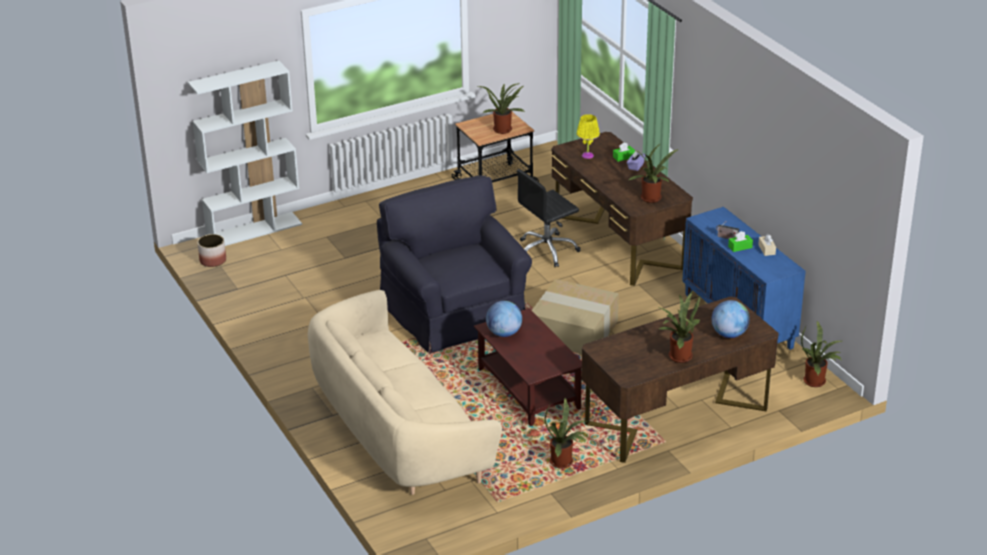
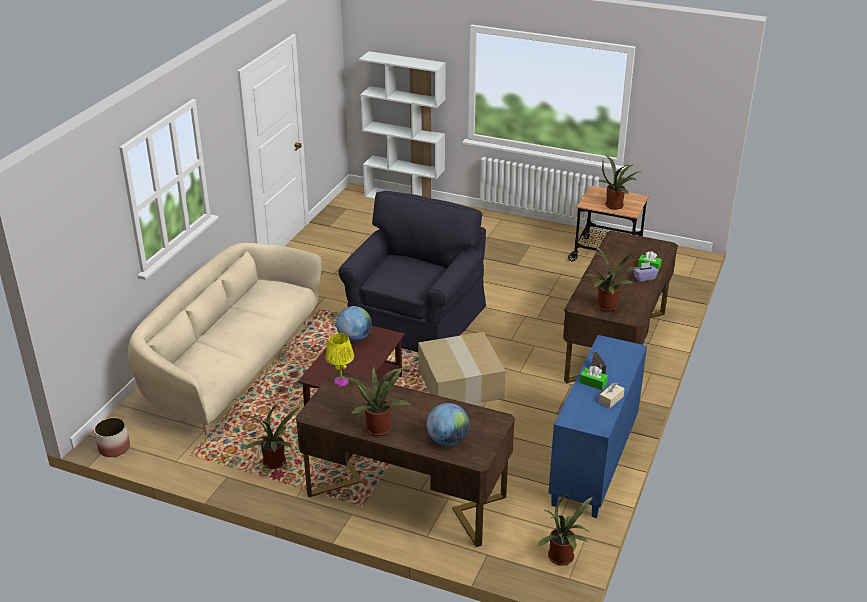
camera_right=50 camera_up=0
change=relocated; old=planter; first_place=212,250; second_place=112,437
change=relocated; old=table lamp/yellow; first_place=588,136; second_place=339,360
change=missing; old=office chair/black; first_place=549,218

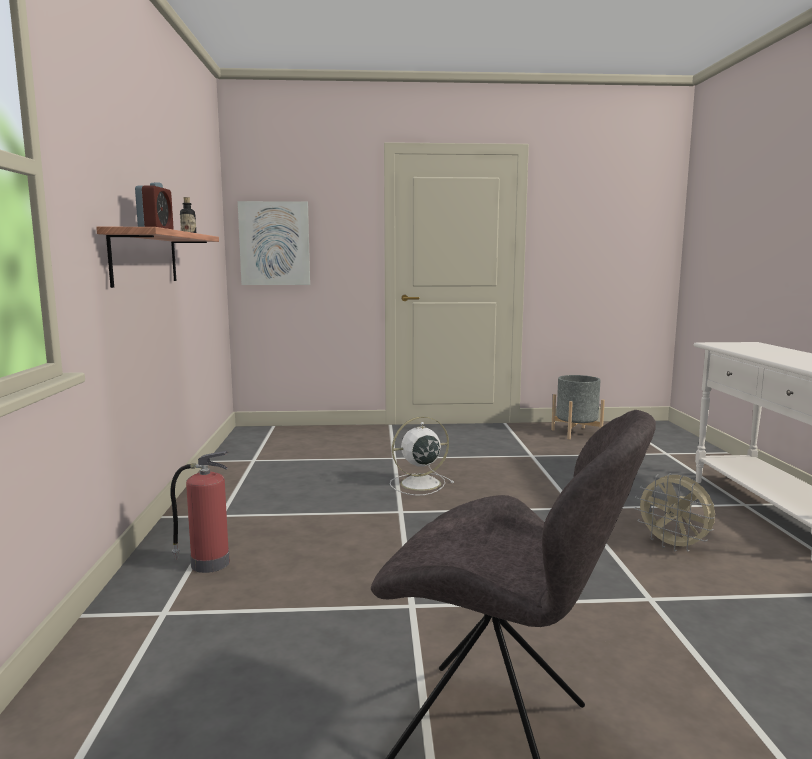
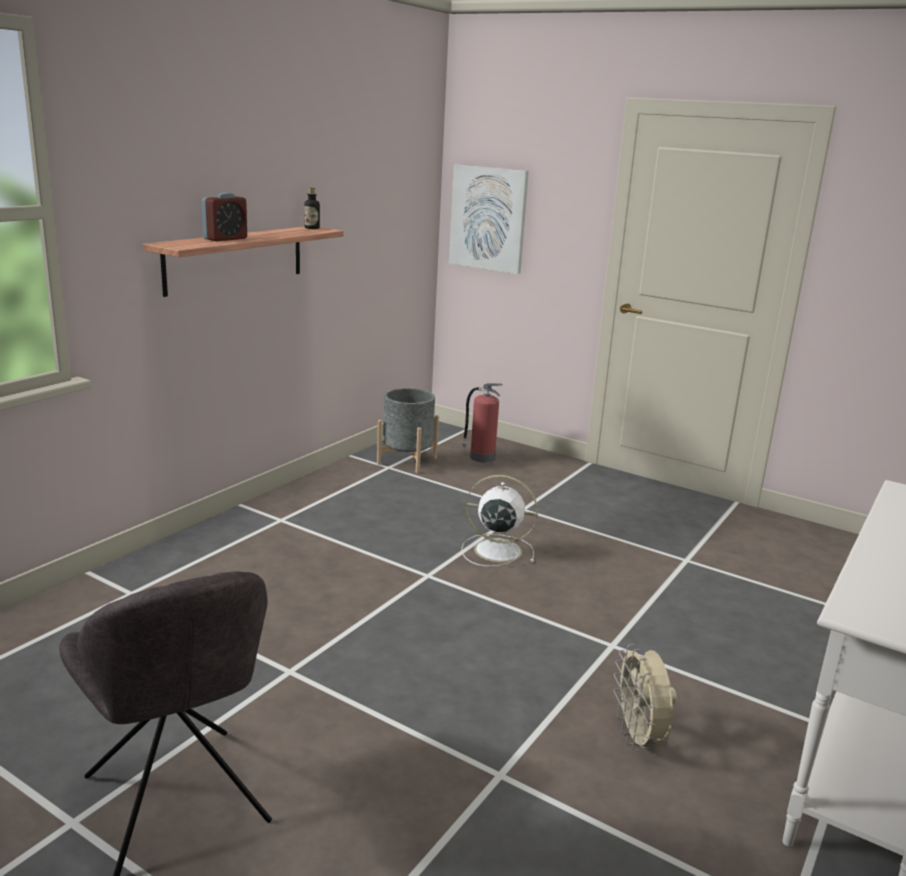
camera_right=35 camera_up=10
change=relocated; old=planter/grey; first_place=578,407; second_place=408,430
change=relocated; old=fire extinguisher; first_place=200,512; second_place=482,422

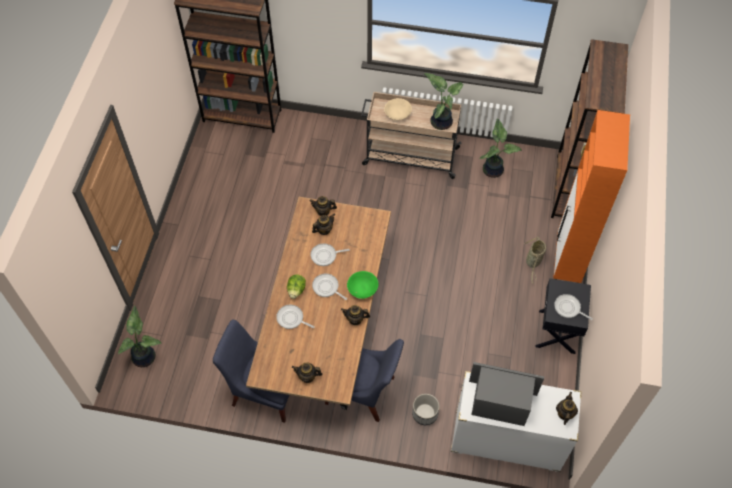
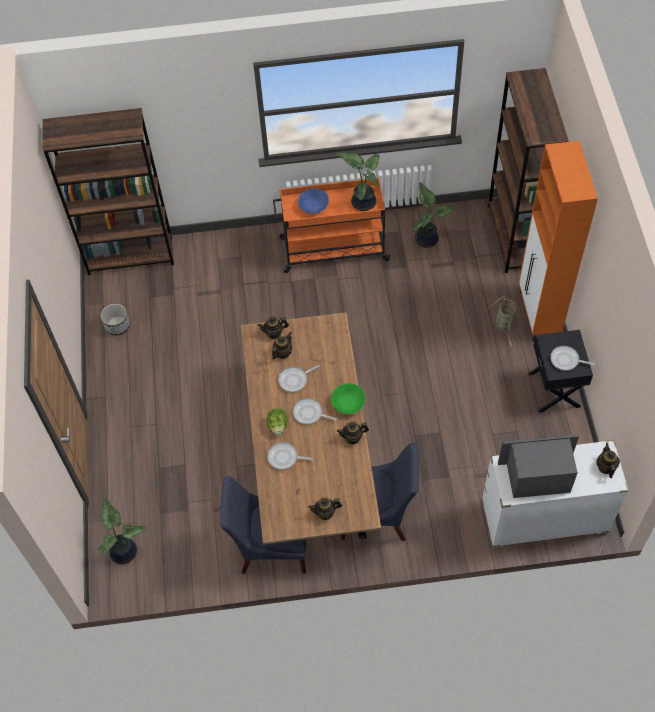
camera_right=-15 camera_up=0
change=relocated; old=planter; first_place=425,409; second_place=115,320
change=colour; old=cart/beige; new=cart/orange; first_place=411,135; second_place=332,225
change=colour; old=bowl/beige; new=bowl/blue; first_place=398,109; second_place=313,201

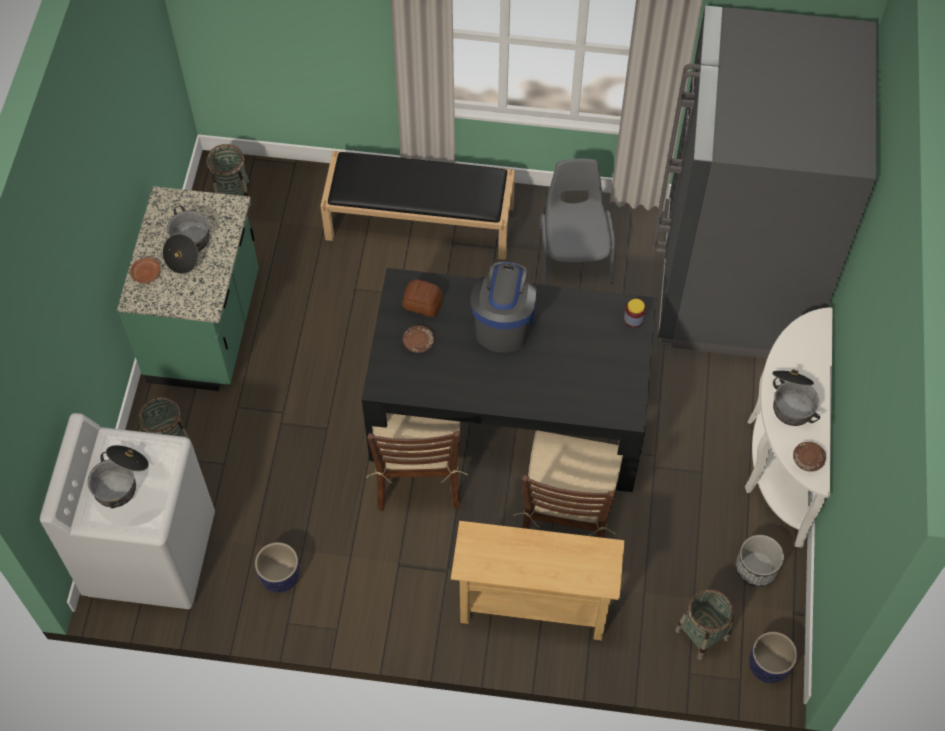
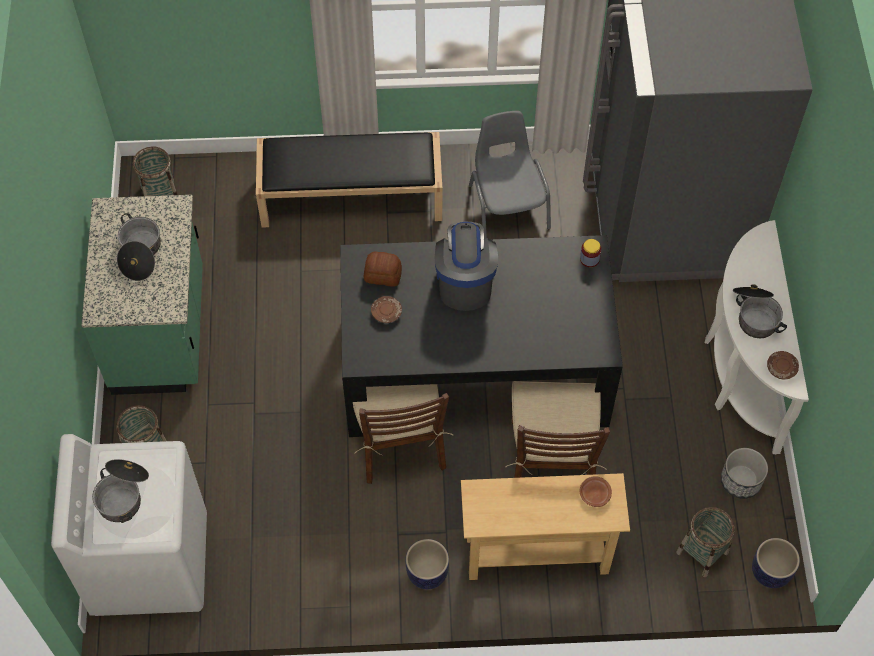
camera_right=-10 camera_up=0
change=relocated; old=planter; first_place=277,567; second_place=427,564
change=relocated; old=plate/brown; first_place=145,270; second_place=596,491

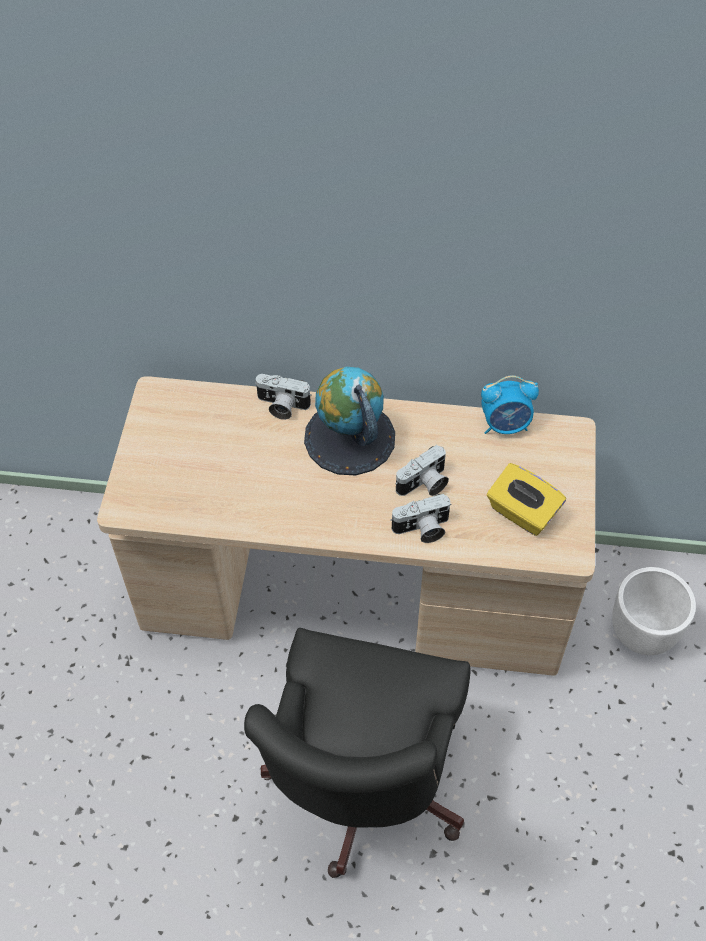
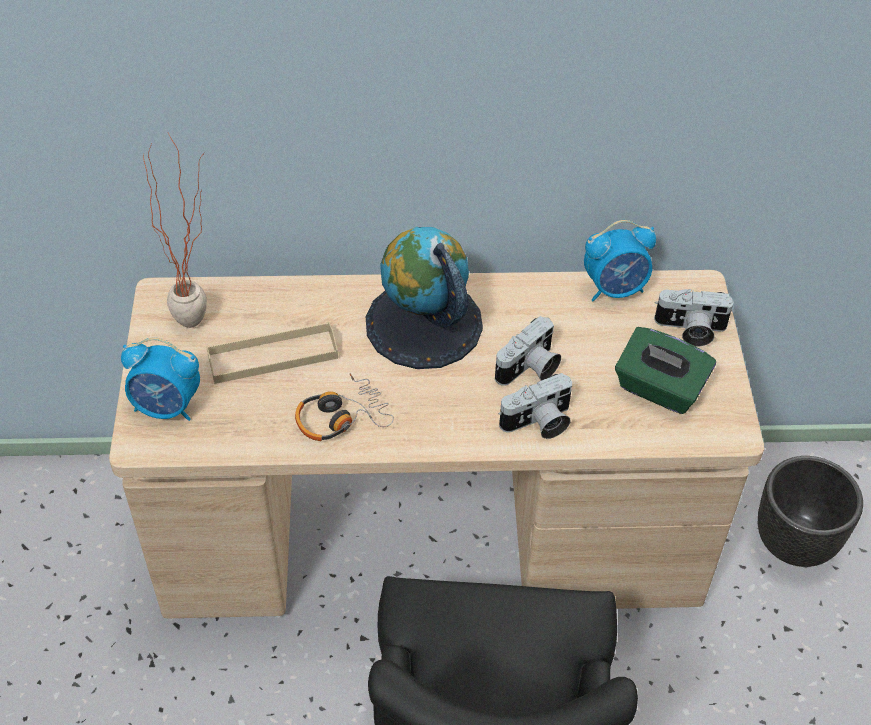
camera_right=-10 camera_up=-5
change=appeared; new=alarm clock; second_place=160,379
change=appeared; new=potted plant; second_place=175,230
change=appeared; new=tray/beige; second_place=272,353
change=appeared; new=headphones; second_place=344,407
change=colour; old=tissue box/yellow; new=tissue box/green; first_place=526,499; second_place=665,370
change=relocated; old=photo camera; first_place=283,397; second_place=694,317
change=colour; old=planter/white; new=planter/black; first_place=654,611; second_place=810,511

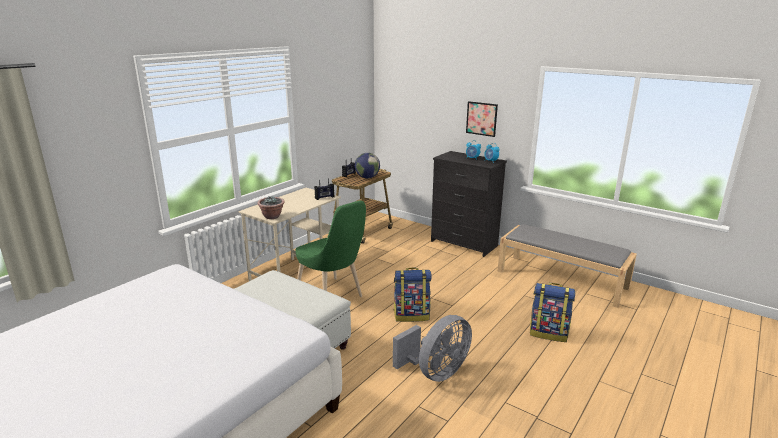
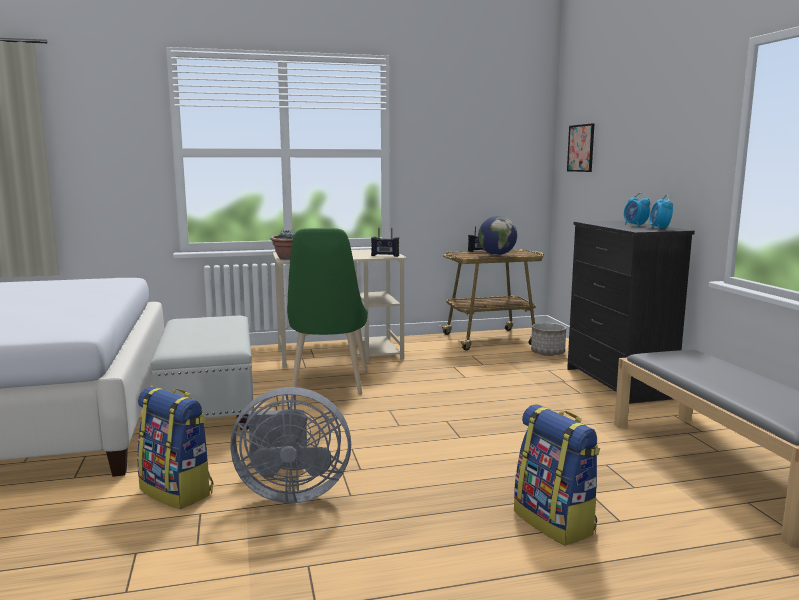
camera_right=40 camera_up=-10
change=relocated; old=backpack; first_place=413,295; second_place=175,448
change=appeared; new=planter; second_place=548,339
change=relocated; old=picture; first_place=482,119; second_place=581,147

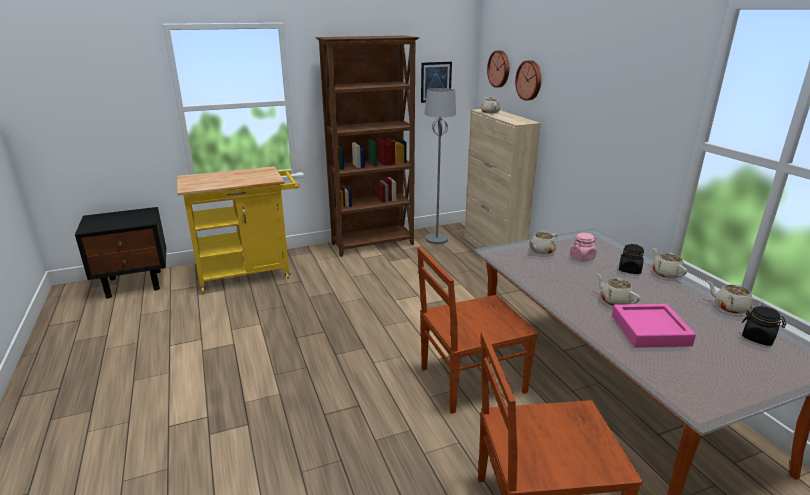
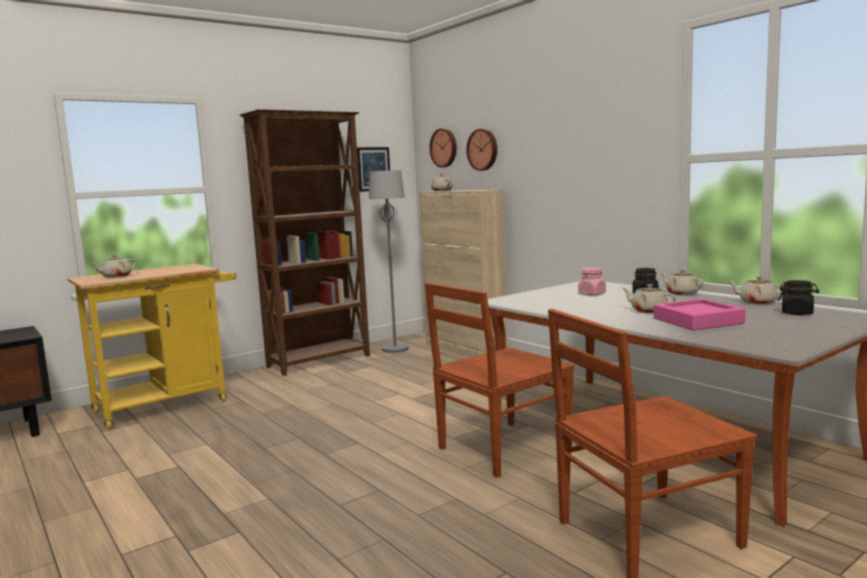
camera_right=-15 camera_up=-15
change=relocated; old=teapot/beige; first_place=543,243; second_place=113,266

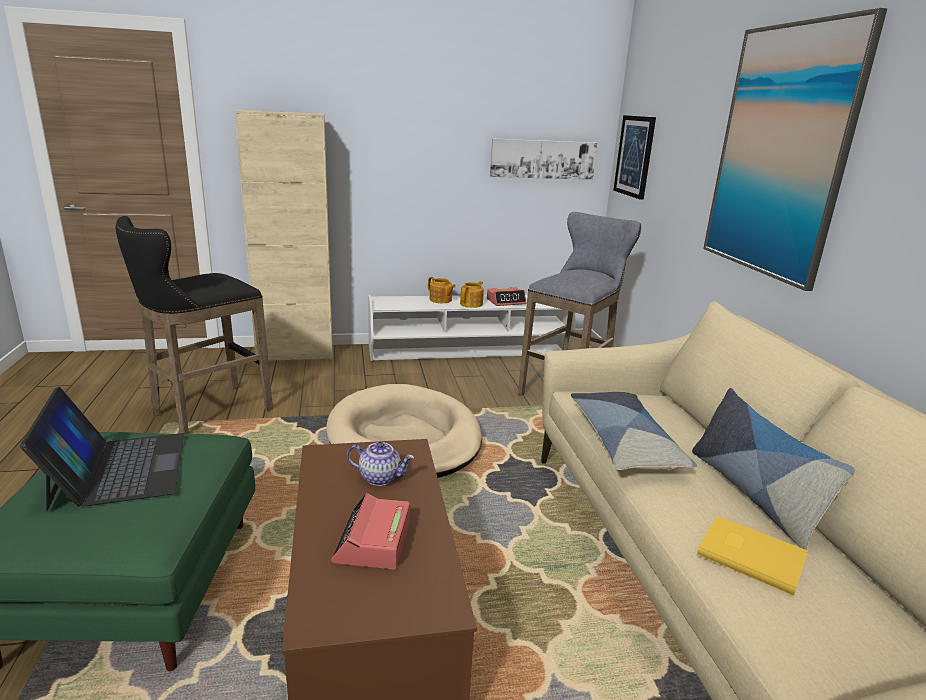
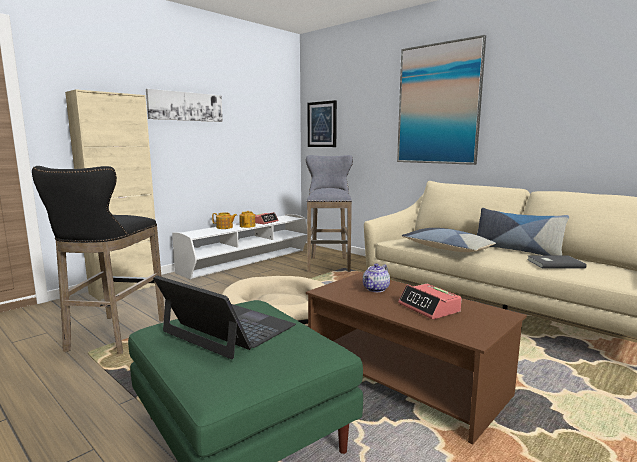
camera_right=-35 camera_up=-10
change=relocated; old=picture; first_place=543,159; second_place=184,105
change=spun; old=teapot; first_place=380,464; second_place=376,277; degrees=150
change=colour; old=book/yellow; new=book/grey; first_place=752,556; second_place=557,261

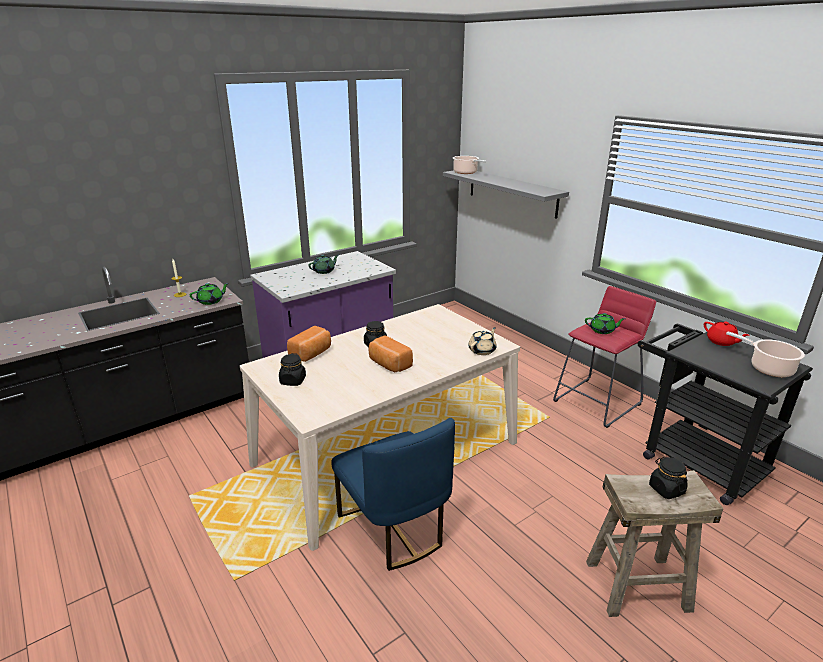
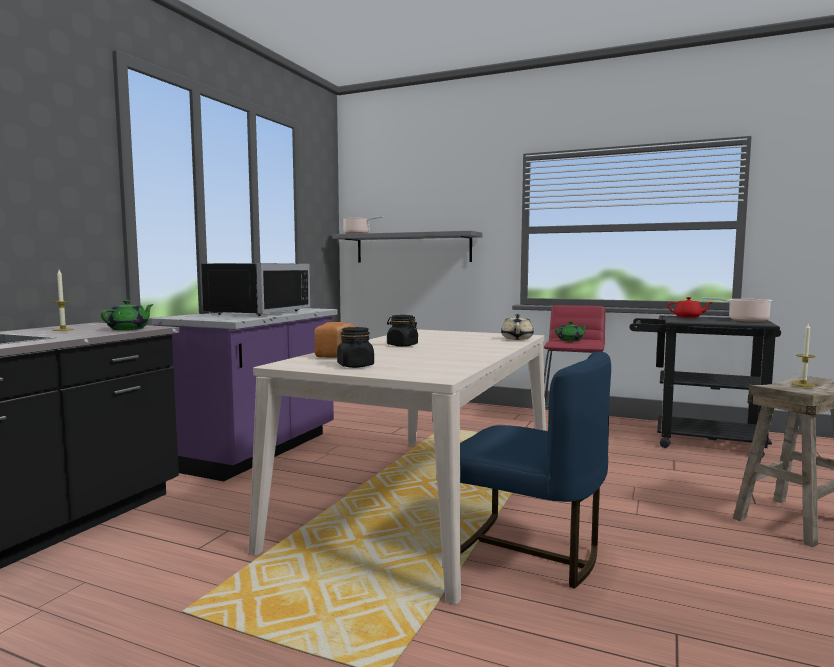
camera_right=-30 camera_up=-20
change=exchanged; old=teapot/green; new=microwave/black; first_place=324,264; second_place=255,289
change=exchanged; old=jar/black; new=candle; first_place=668,478; second_place=804,355
change=missing; old=bread; first_place=391,354

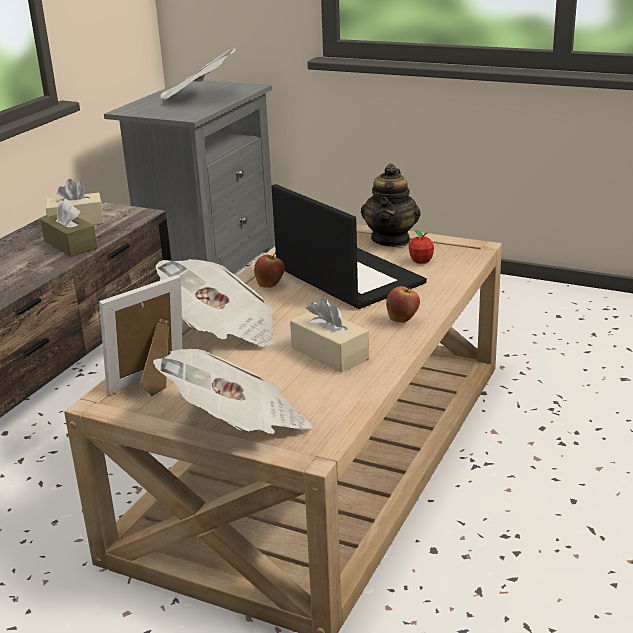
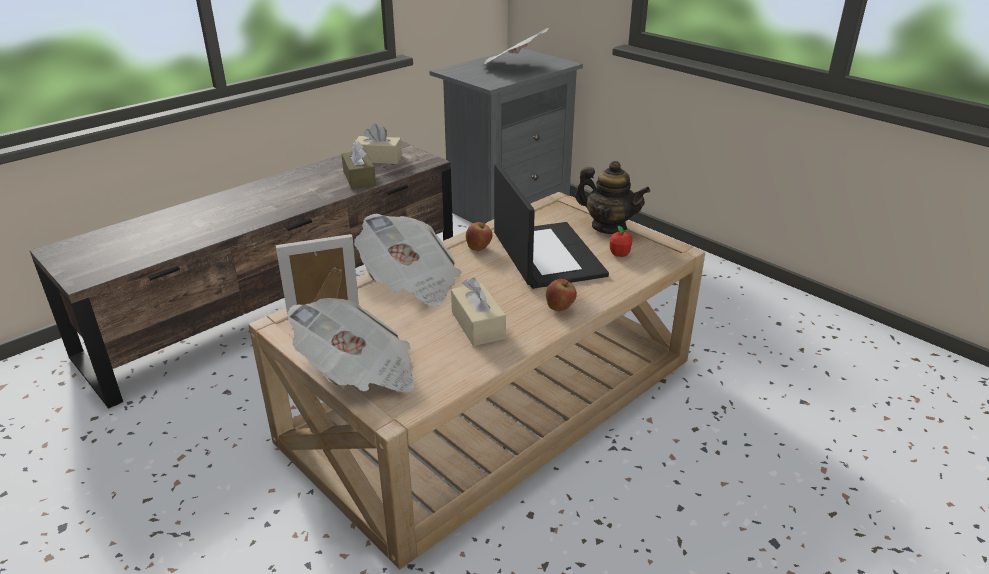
camera_right=20 camera_up=5
change=spun; old=teapot; first_place=391,205; second_place=612,197; degrees=-90

